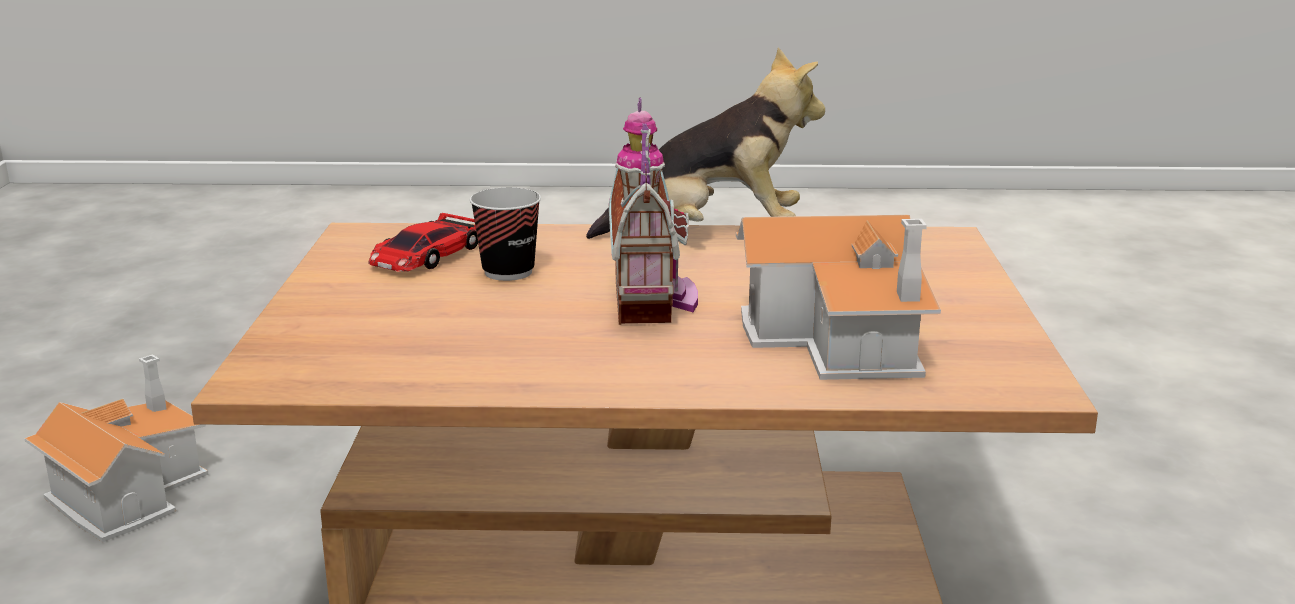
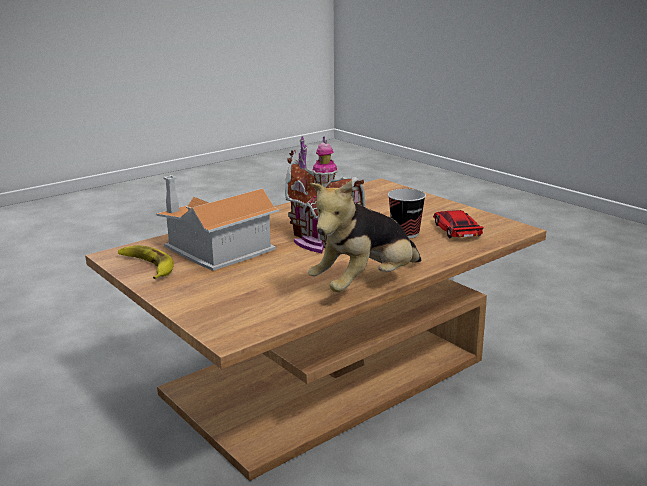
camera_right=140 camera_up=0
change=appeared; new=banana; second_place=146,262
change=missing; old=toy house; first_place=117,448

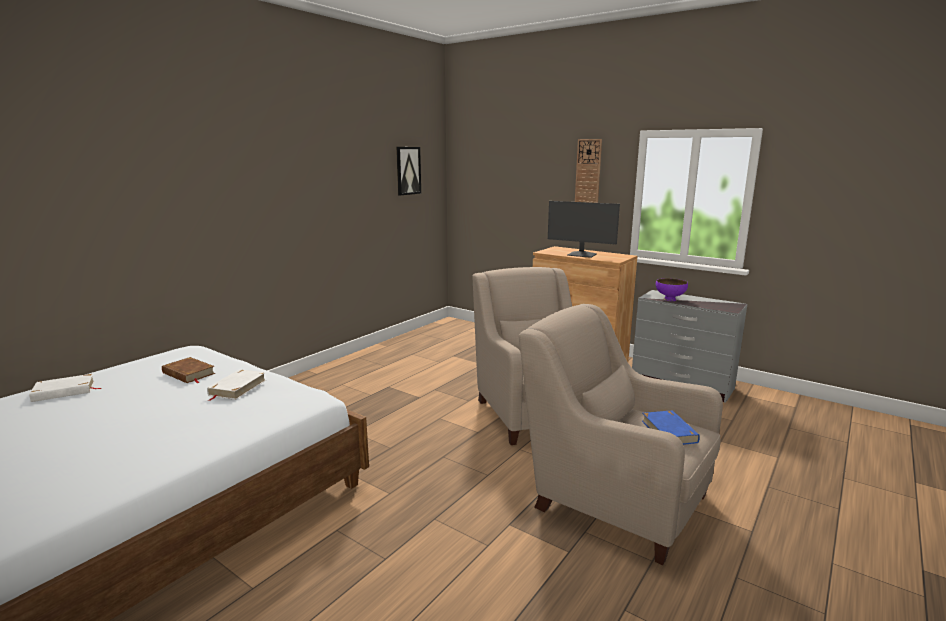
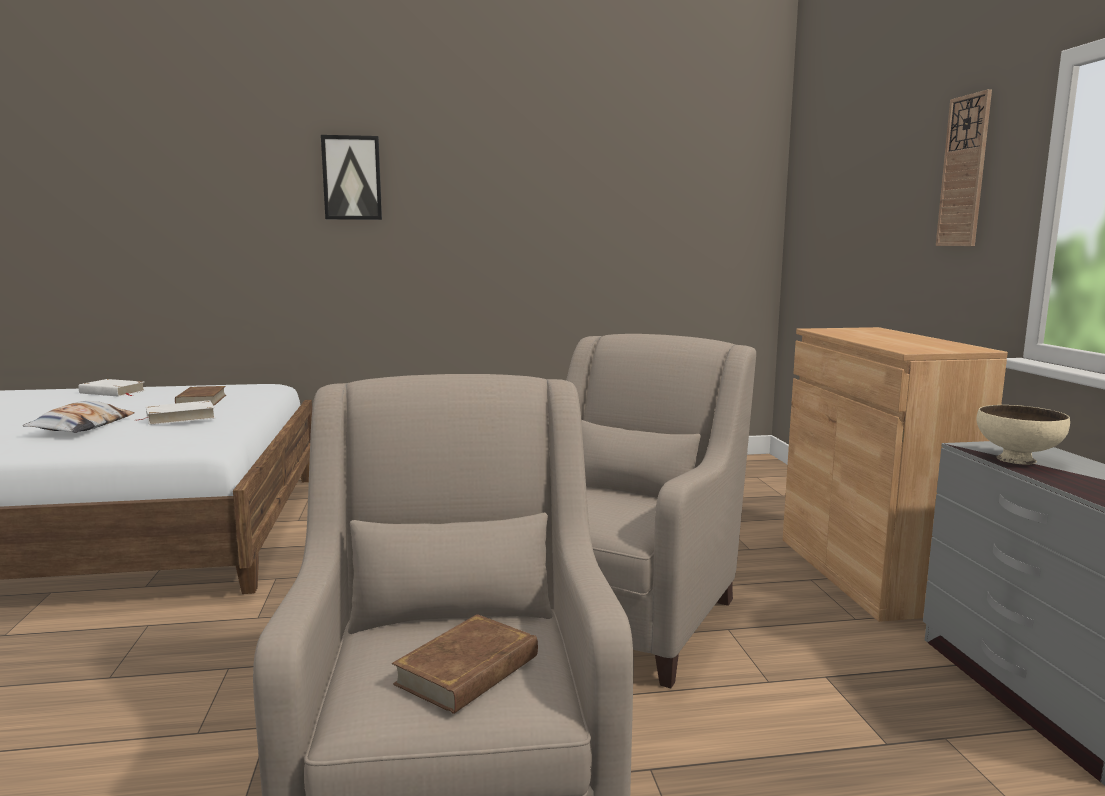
camera_right=45 camera_up=-5
change=appeared; new=pillow; second_place=79,417
change=relocated; old=picture; first_place=408,171; second_place=351,177
change=colour; old=book/blue; new=book/brown; first_place=671,427; second_place=465,664
change=colour; old=bowl/purple; new=bowl/beige; first_place=672,289; second_place=1023,435
change=missing; old=monitor; first_place=584,229

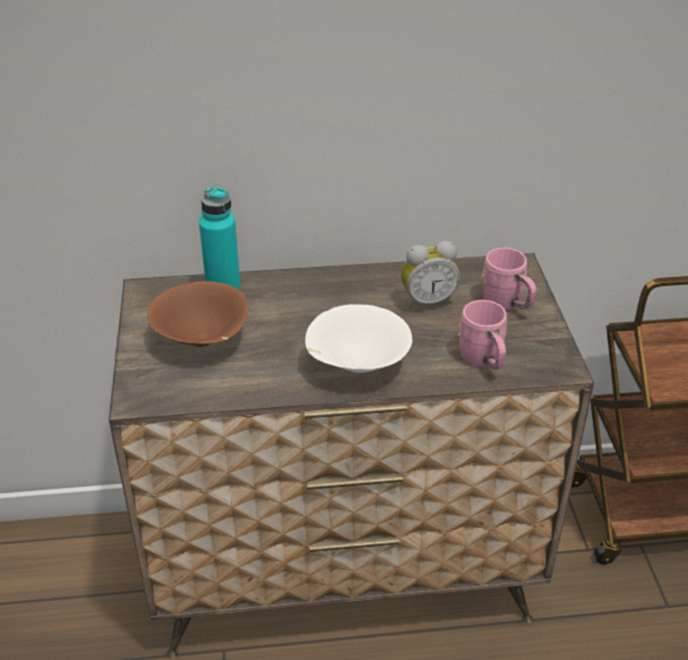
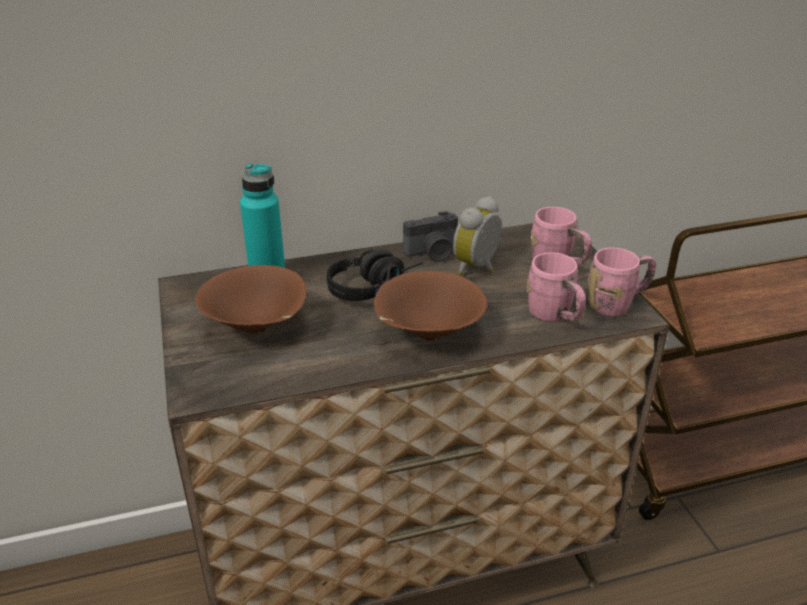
camera_right=-10 camera_up=-5
change=appeared; new=headphones/black; second_place=375,275
change=colour; old=bowl/white; new=bowl/brown; first_place=359,338; second_place=430,306
change=appeared; new=photo camera; second_place=430,236
change=spun; old=alarm clock; first_place=430,275; second_place=477,236; degrees=150
change=appeared; new=mug/pink; second_place=622,281

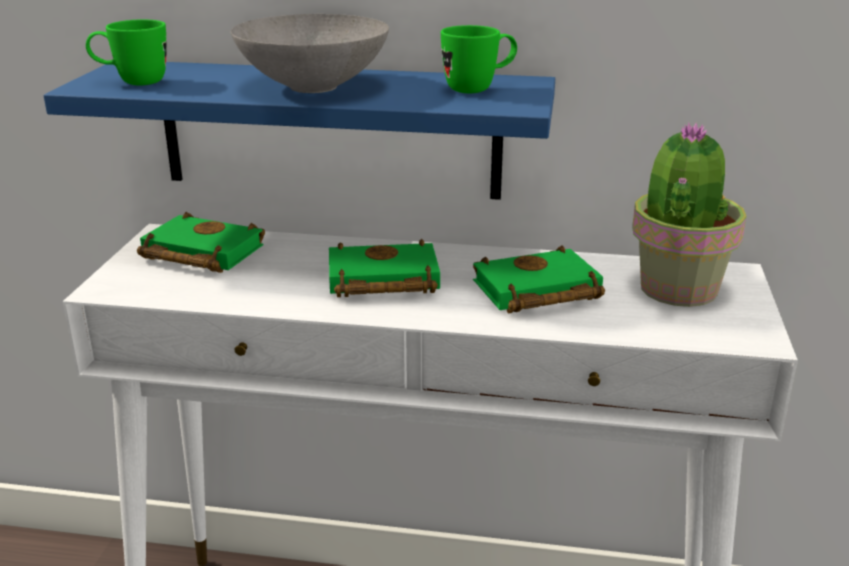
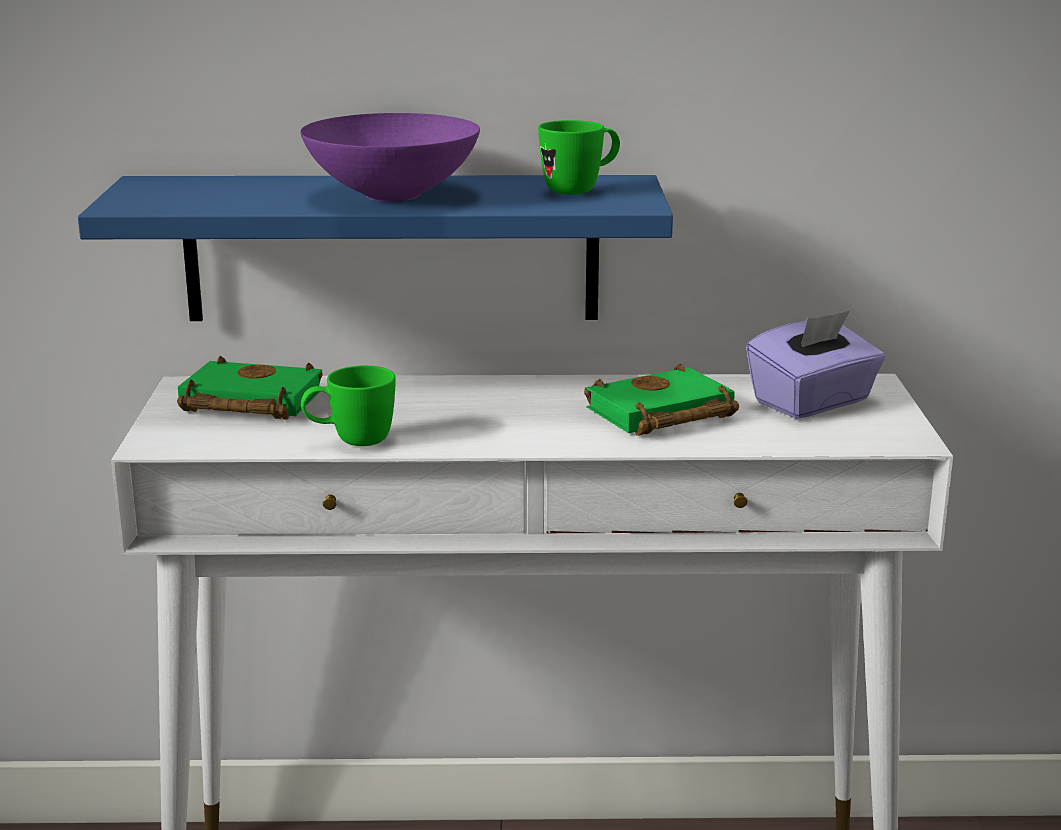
camera_right=-10 camera_up=-5
change=colour; old=bowl/grey; new=bowl/purple; first_place=310,53; second_place=390,157
change=relocated; old=mug/green; first_place=126,52; second_place=348,405
change=exchanged; old=potted plant; new=tissue box/purple; first_place=689,214; second_place=815,365
change=missing; old=book/green; first_place=384,268

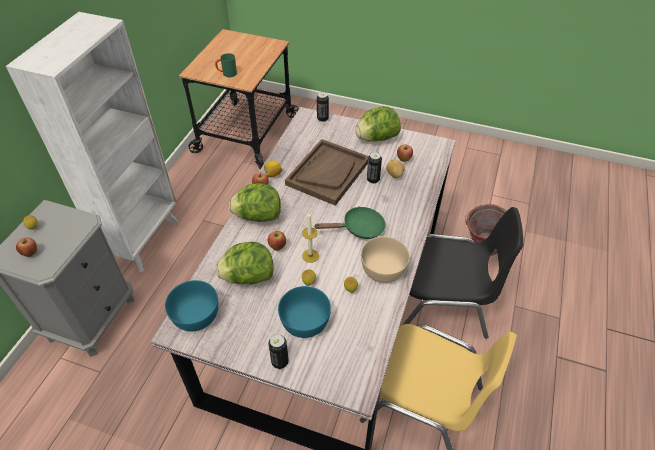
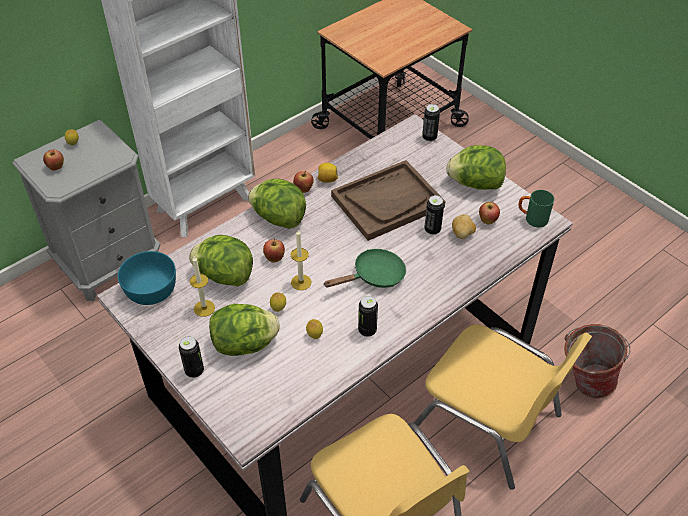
camera_right=30 camera_up=0
change=appeared; new=candle; second_place=202,286
change=exchanged; old=bowl/turquoise; new=lettuce; first_place=304,312; second_place=244,330
change=spun; old=frying pan/green; first_place=350,223; second_place=364,268; degrees=-45
change=exchanged; old=bowl/beige; new=can; first_place=385,259; second_place=368,316
change=colour; old=chair/black; new=chair/yellow; first_place=463,273; second_place=502,407
change=relocated; old=mug/green; first_place=226,65; second_place=536,208

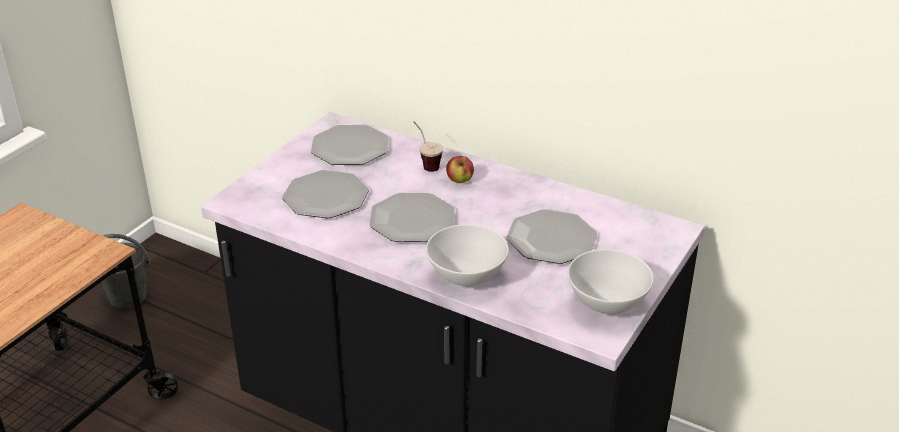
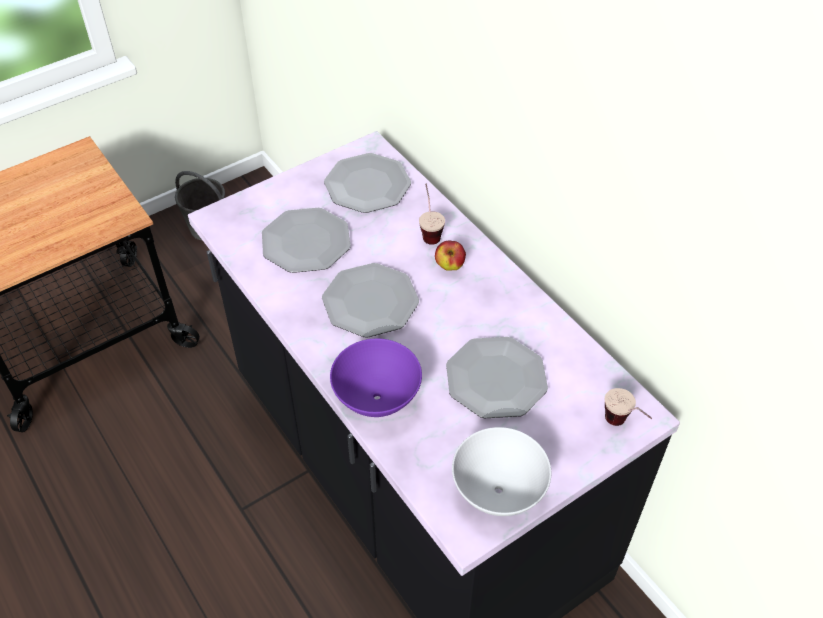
camera_right=25 camera_up=15
change=colour; old=bowl/white; new=bowl/purple; first_place=467,255; second_place=376,377
change=appeared; new=cup; second_place=628,407

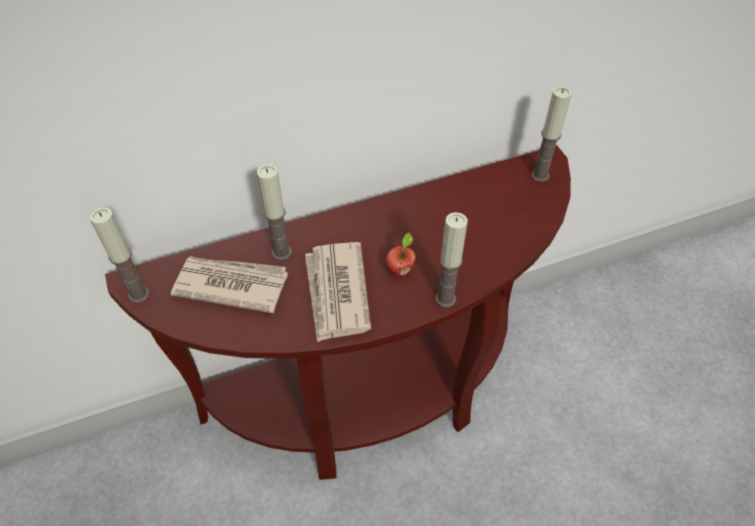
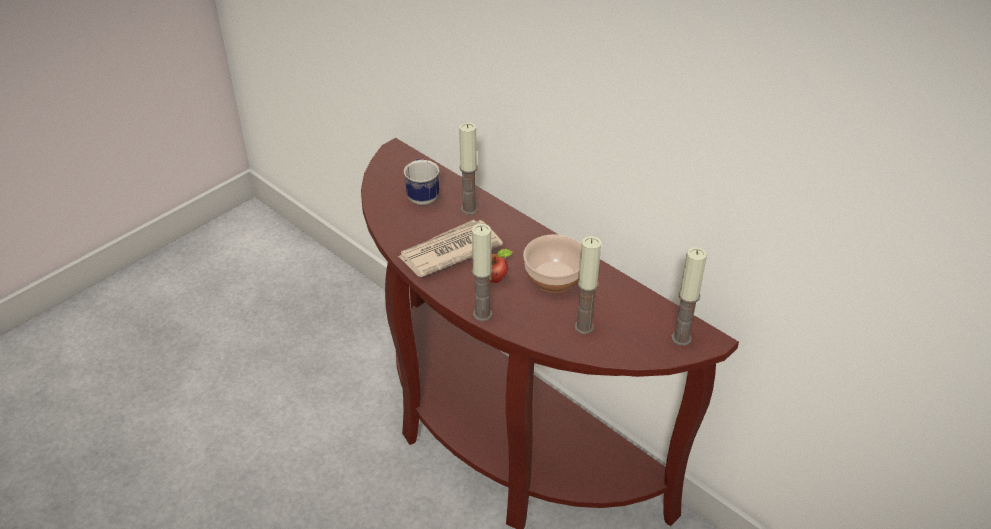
camera_right=65 camera_up=-10
change=exchanged; old=newspaper; new=mug; first_place=229,285; second_place=421,182
change=appeared; new=bowl; second_place=552,263
change=relocated; old=candle; first_place=120,255; second_place=588,285

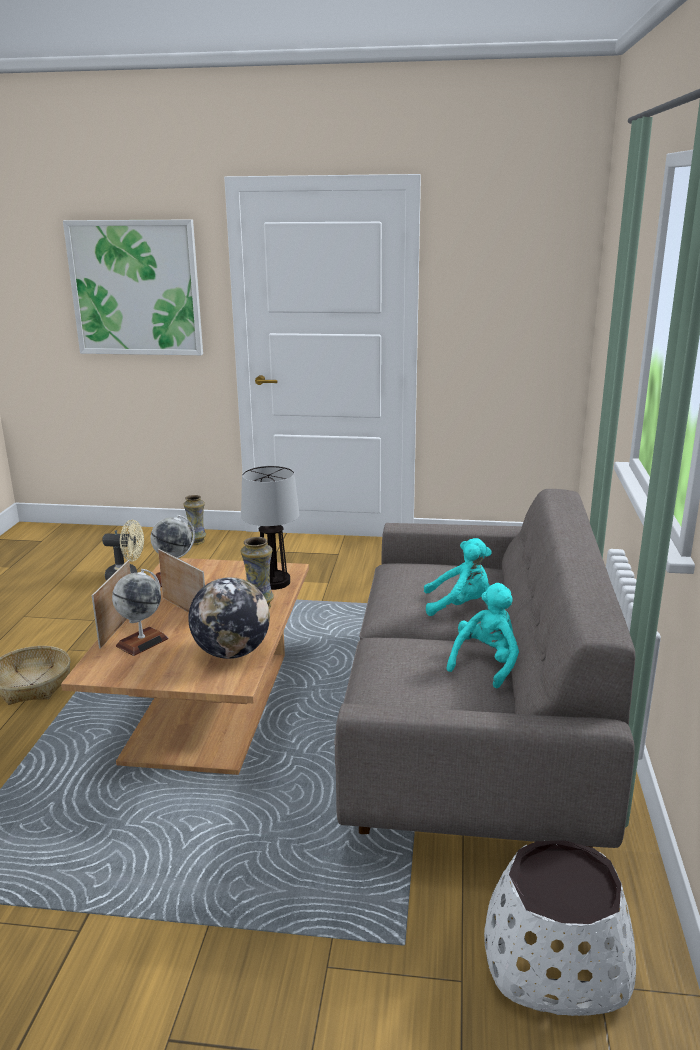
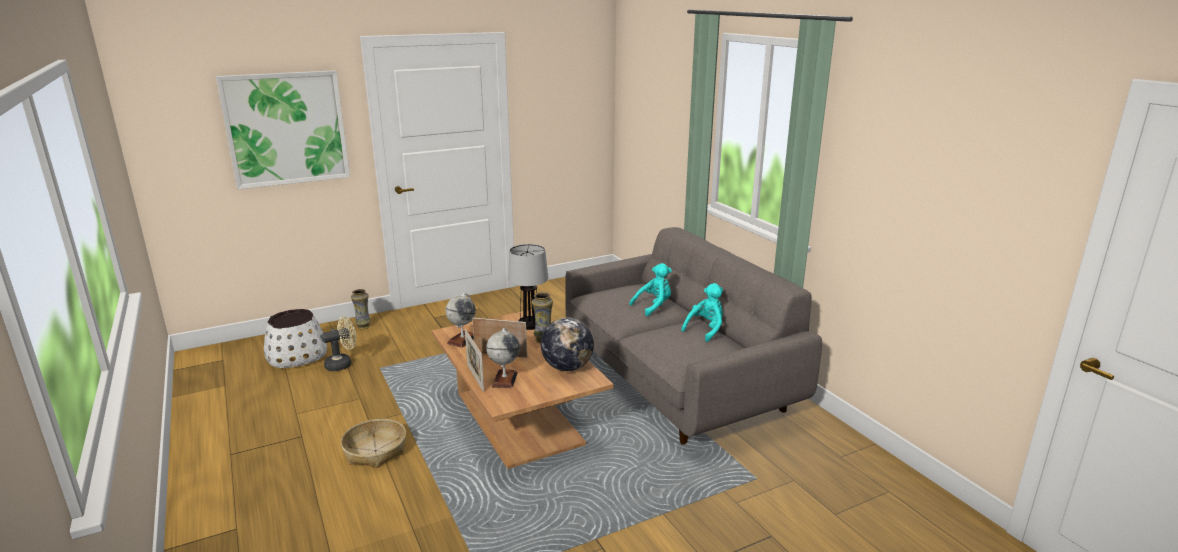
camera_right=-35 camera_up=0
change=relocated; old=planter/white; first_place=560,928; second_place=295,338
change=spun; old=plush toy/turquoise; first_place=483,636; second_place=702,312; degrees=45

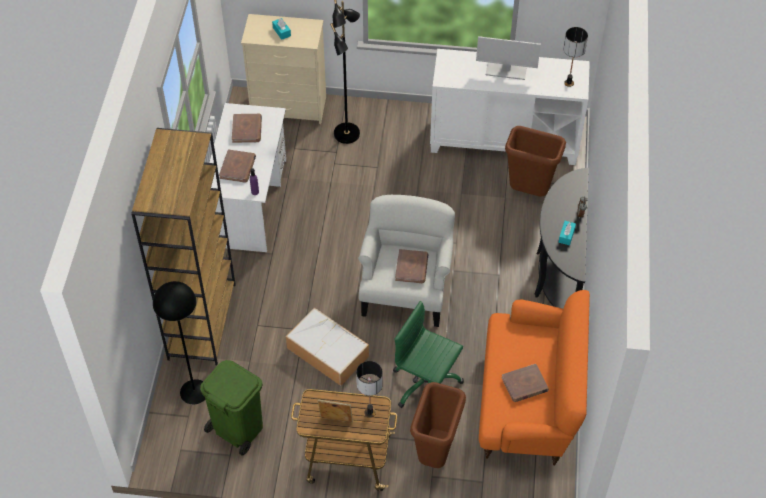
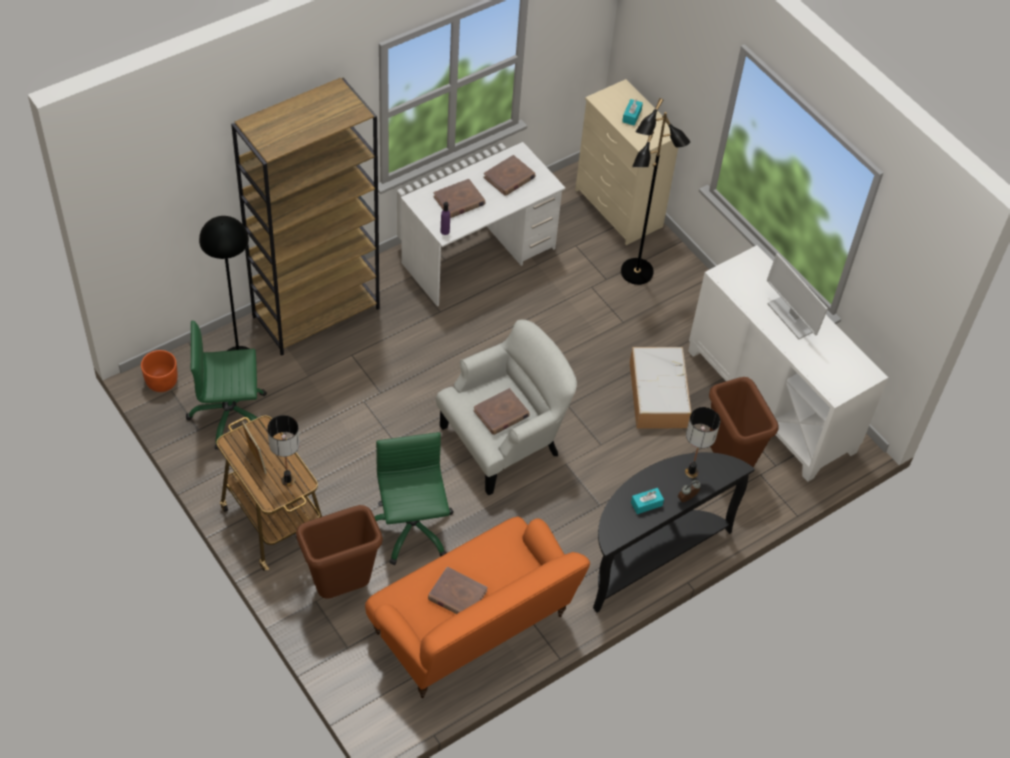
camera_right=45 camera_up=0
change=appeared; new=planter/orange; second_place=159,371
change=exchanged; old=trash can/green; new=office chair/green; first_place=231,407; second_place=226,385
change=relocated; old=storage box; first_place=327,347; second_place=660,387
change=relocated; old=table lamp; first_place=576,57; second_place=702,442

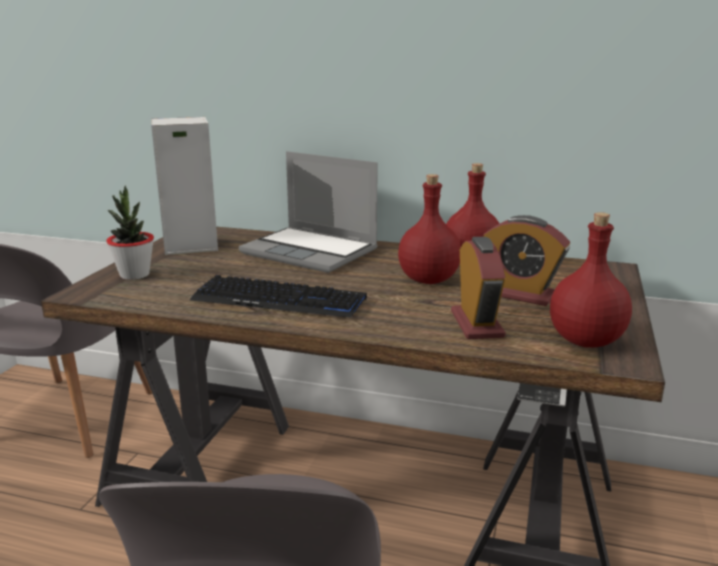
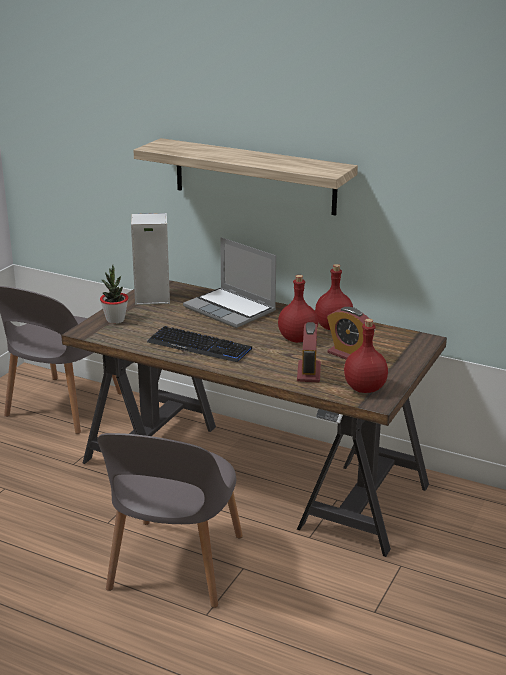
camera_right=10 camera_up=5
change=appeared; new=shelf; second_place=245,177

